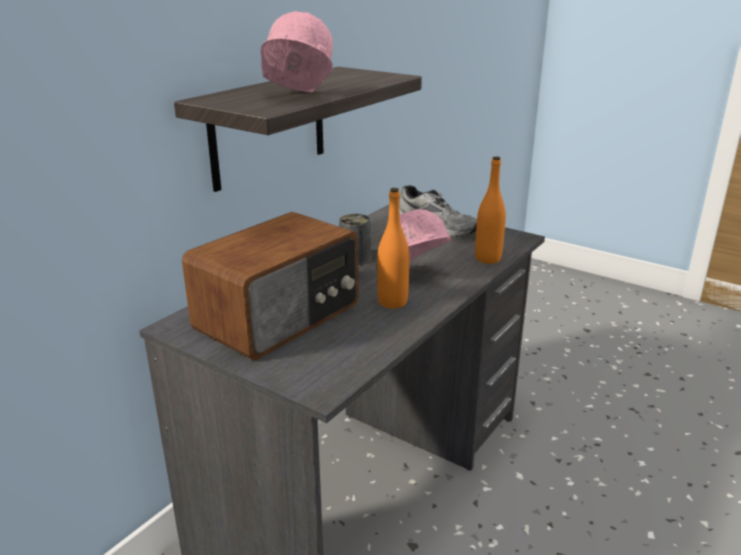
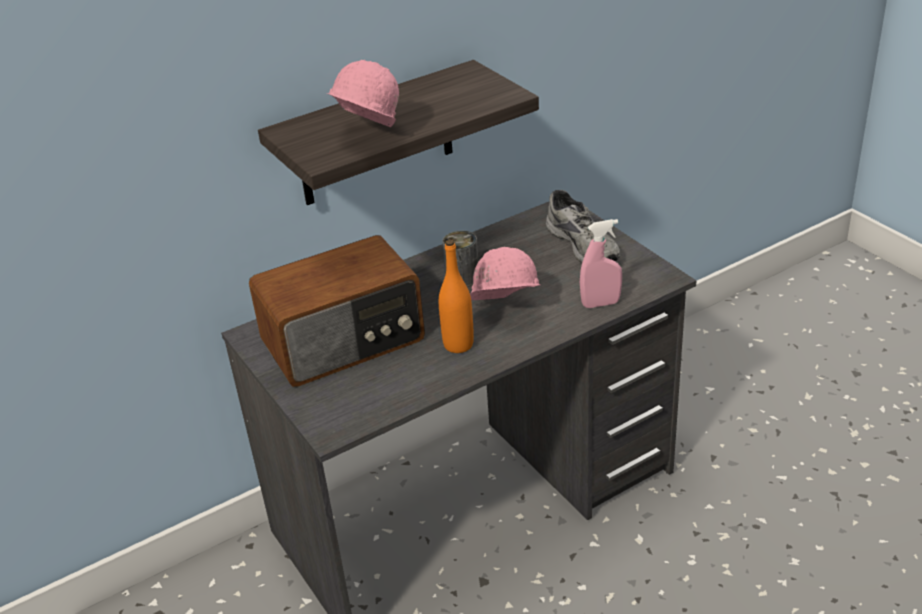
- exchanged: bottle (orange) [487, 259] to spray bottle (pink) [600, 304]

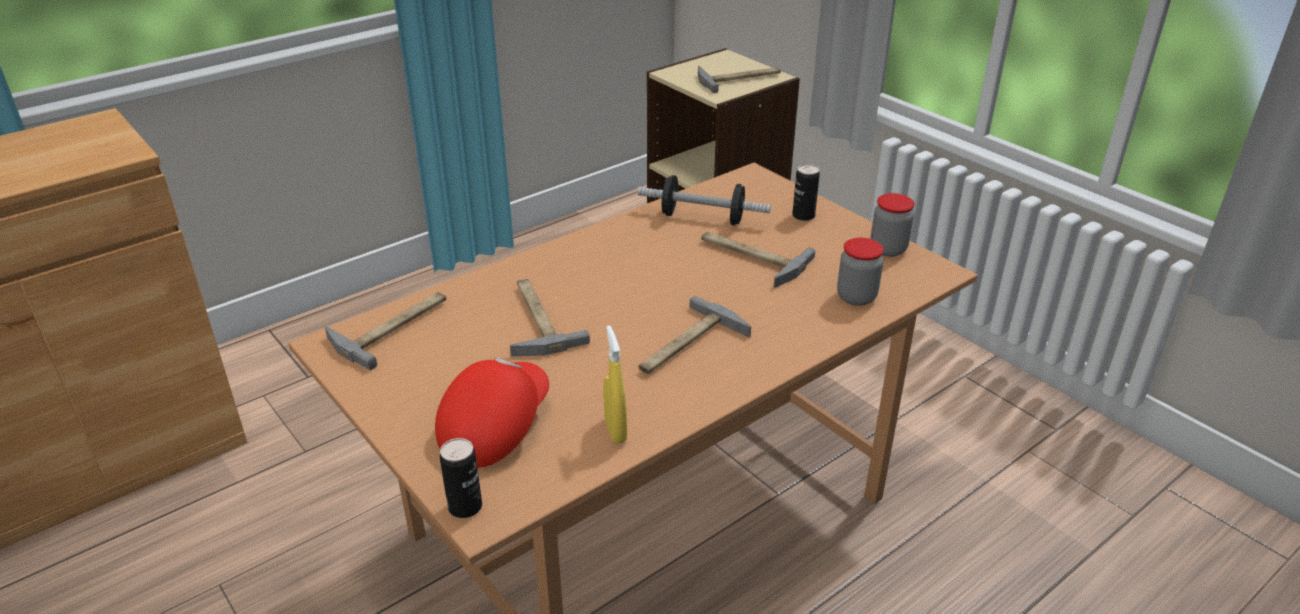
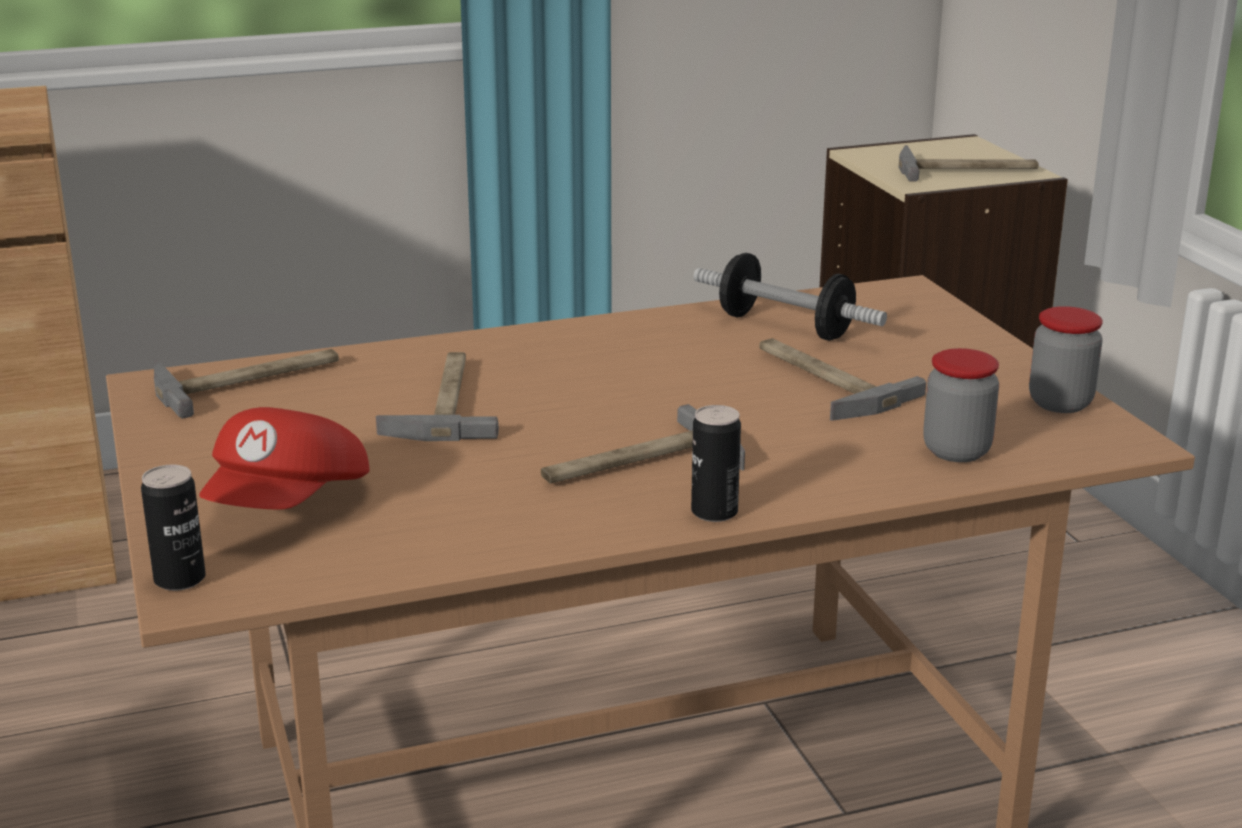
- spun: cap (red) [494, 427] = [289, 505] 150 degrees clockwise
- missing: spray bottle (yellow) [615, 430]
- relocated: can [803, 216] to [714, 512]

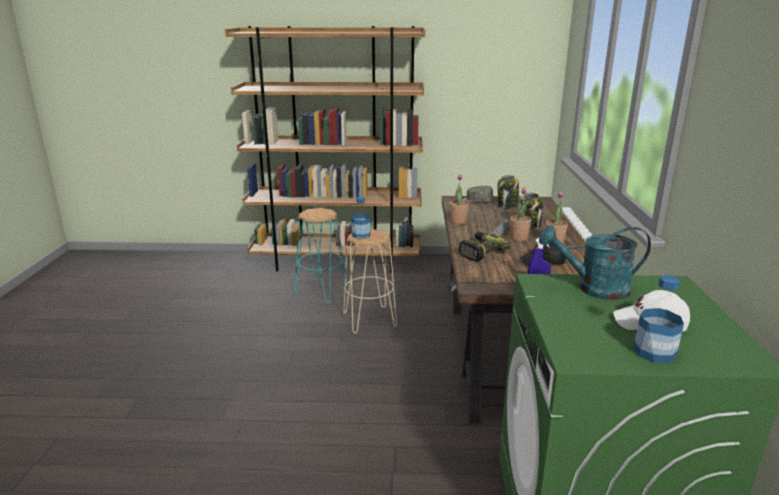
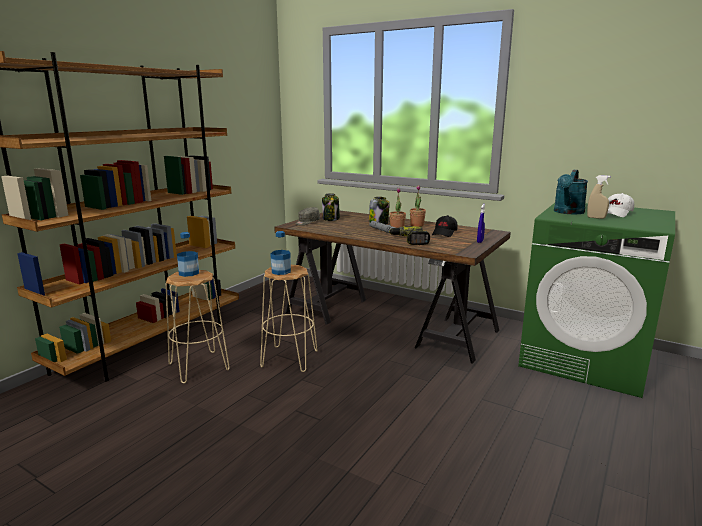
- colour: stool (turquoise) [322, 291] to stool (beige) [199, 366]
- missing: potted plant [458, 221]
- relocated: bottle [654, 352] to [189, 273]
- appeared: spray bottle (beige) [596, 218]

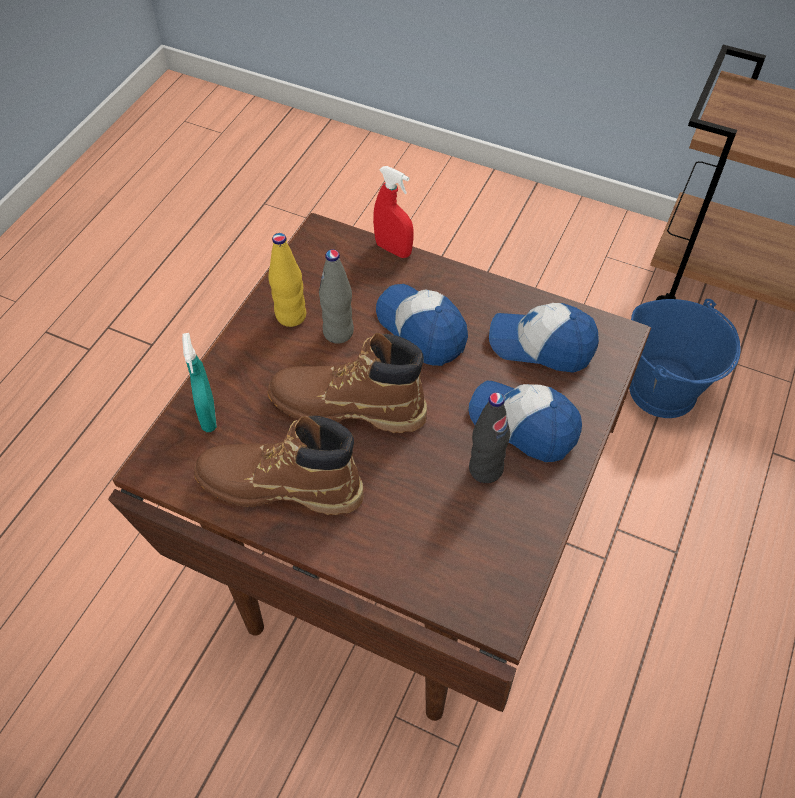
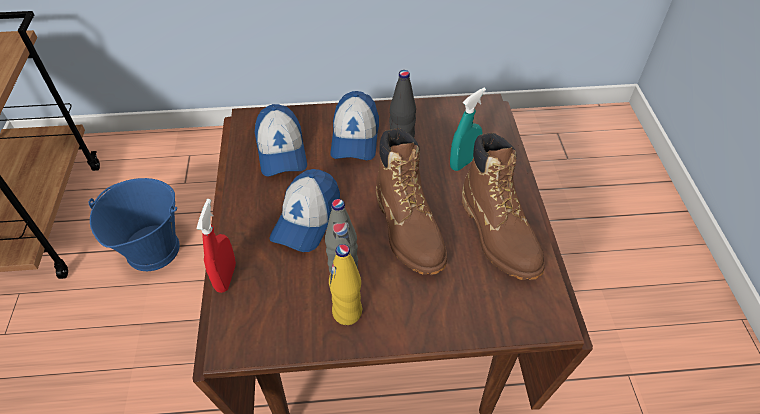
- relocated: spray bottle (turquoise) [208, 415] to [463, 162]

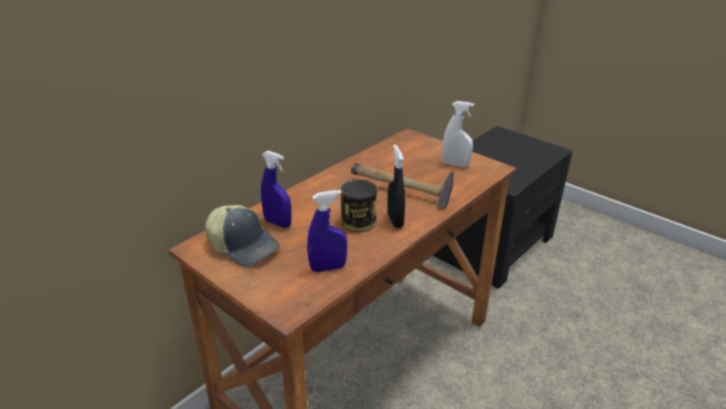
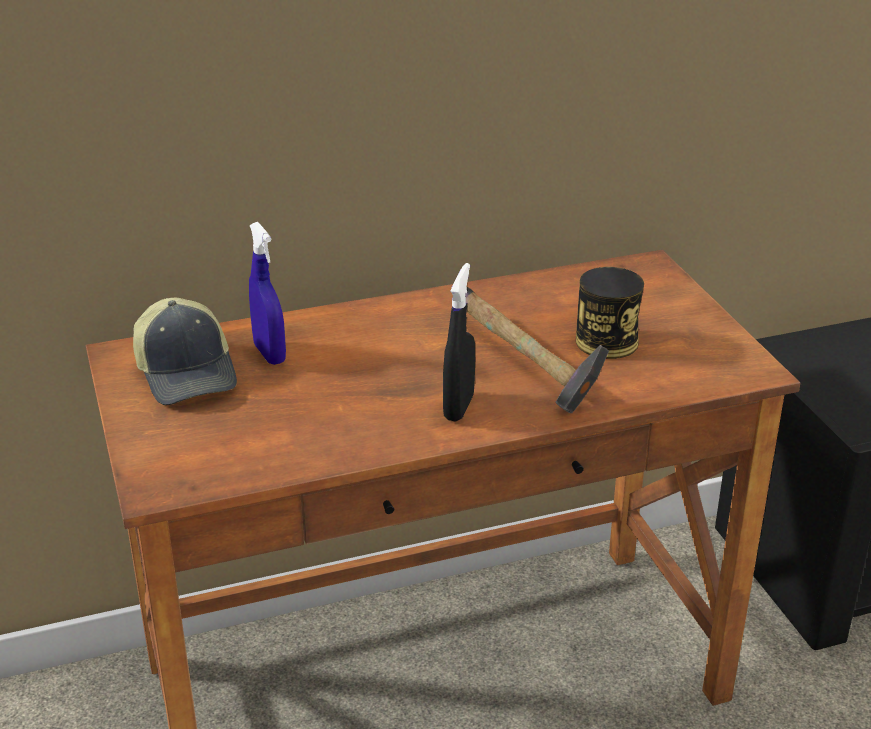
- missing: spray bottle (blue) [328, 268]
- relocated: can [358, 221] to [606, 342]
- missing: spray bottle (white) [455, 164]

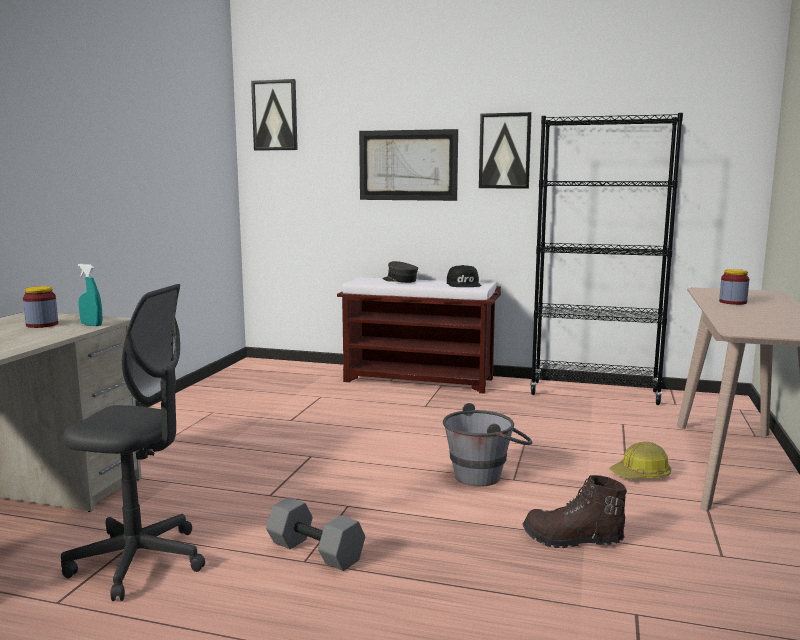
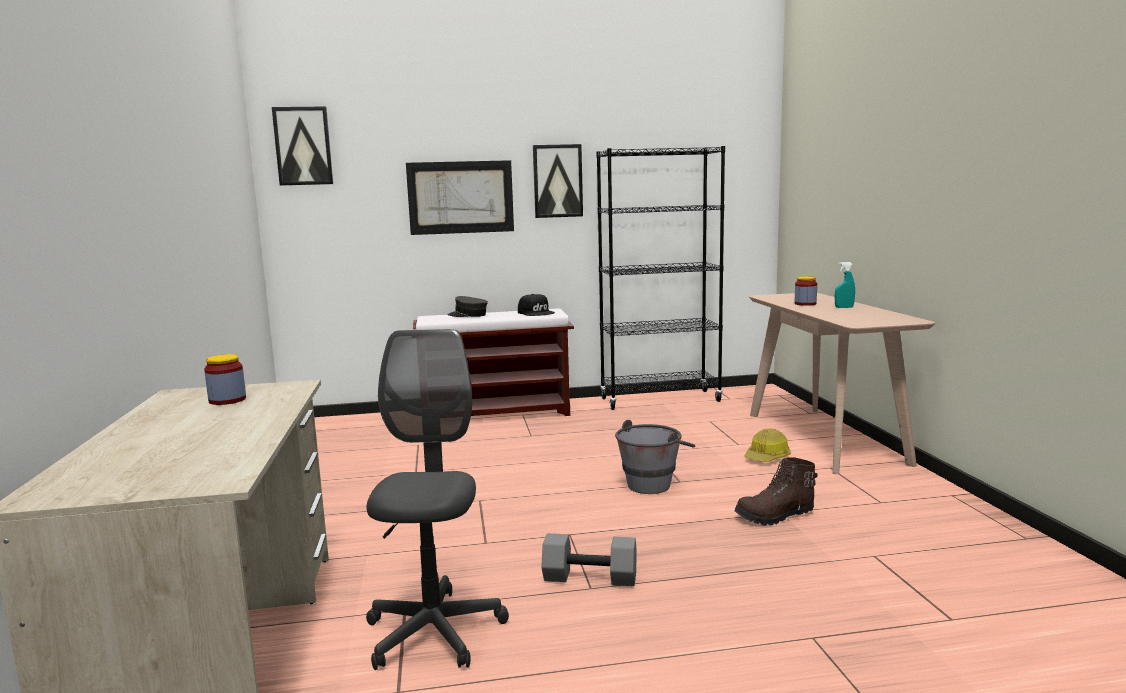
- spun: office chair (grey) [139, 562] = [434, 632] 75 degrees counterclockwise
- relocated: spray bottle (turquoise) [91, 325] to [844, 307]

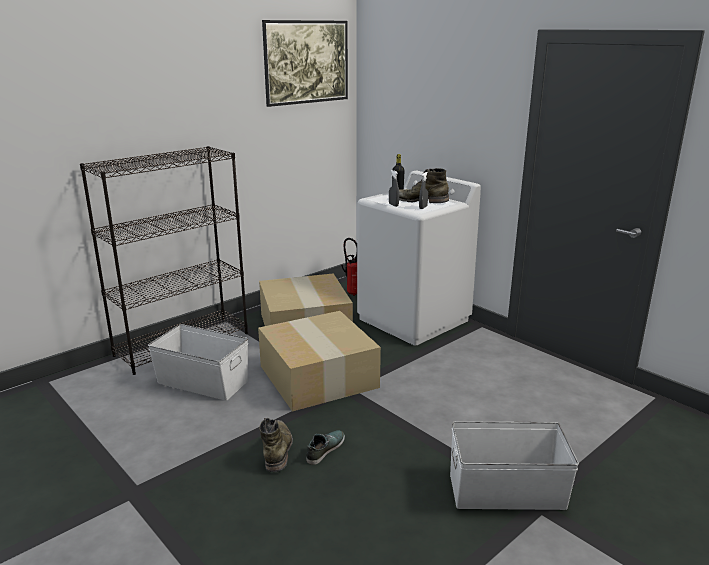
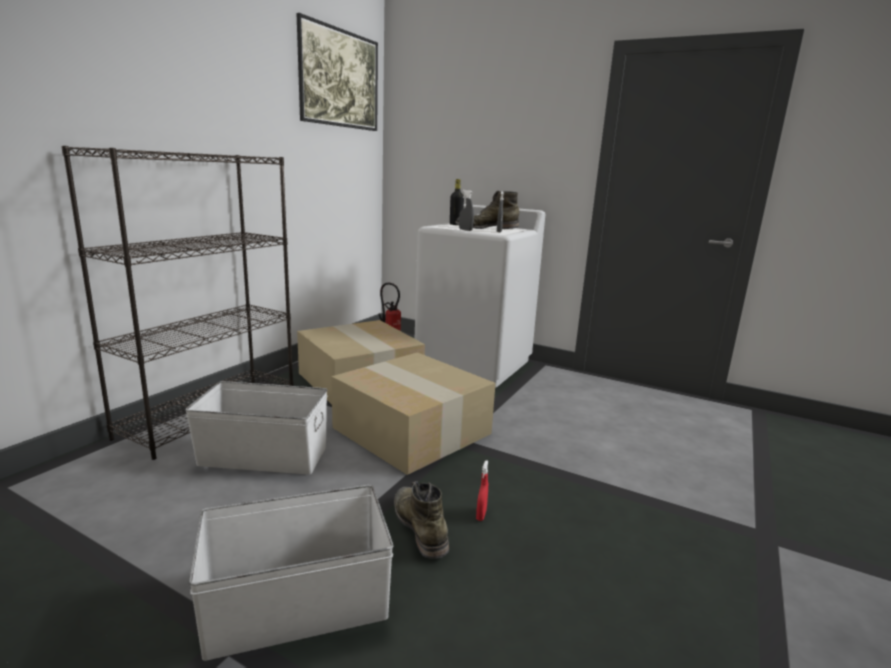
- exchanged: shoe [325, 449] to spray bottle (red) [481, 515]
- relocated: storage box (white) [505, 490] to [296, 606]

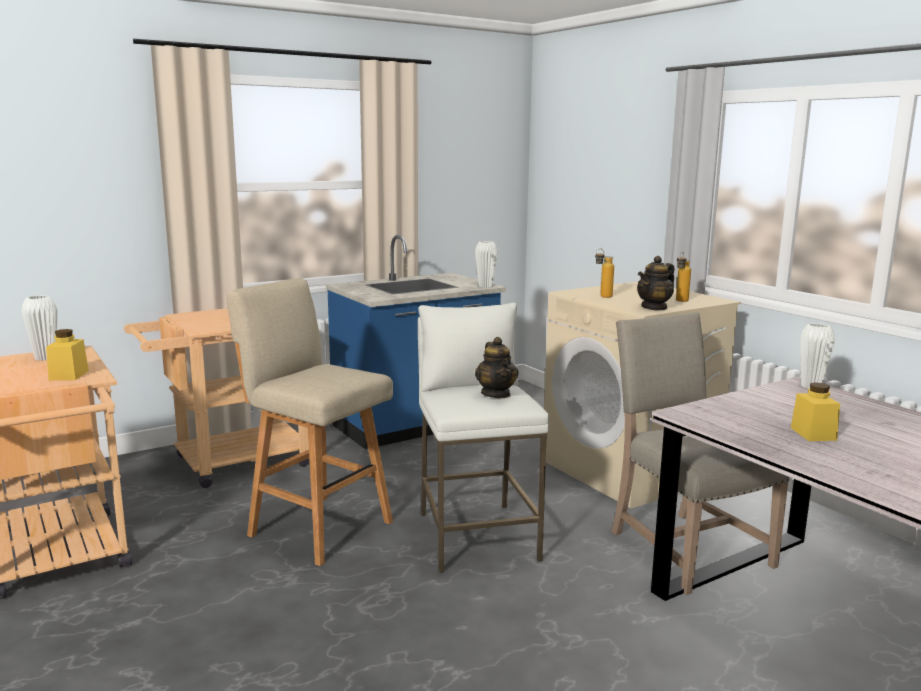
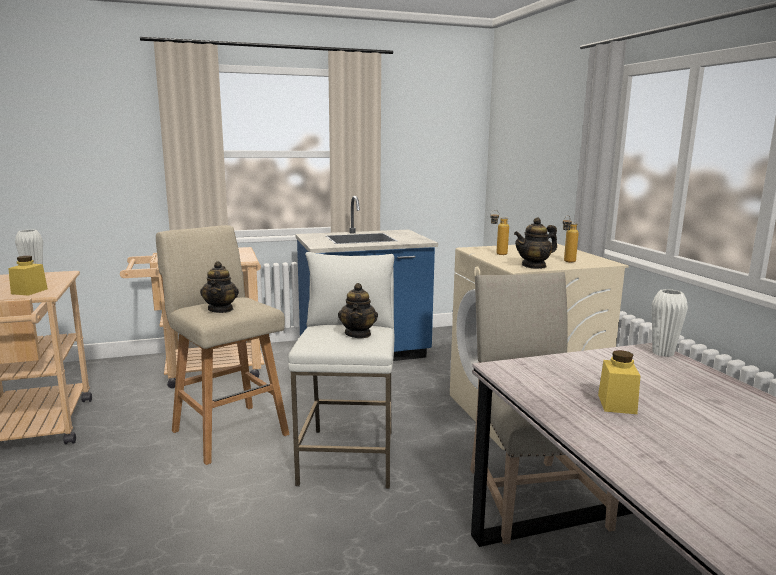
- missing: vase (white) [485, 286]
- appeared: teapot [221, 309]

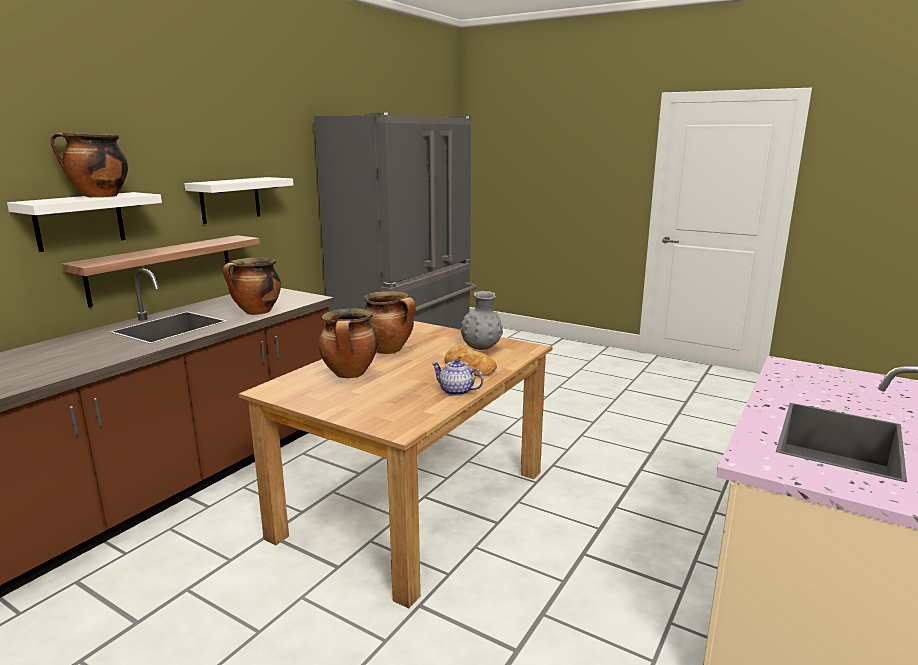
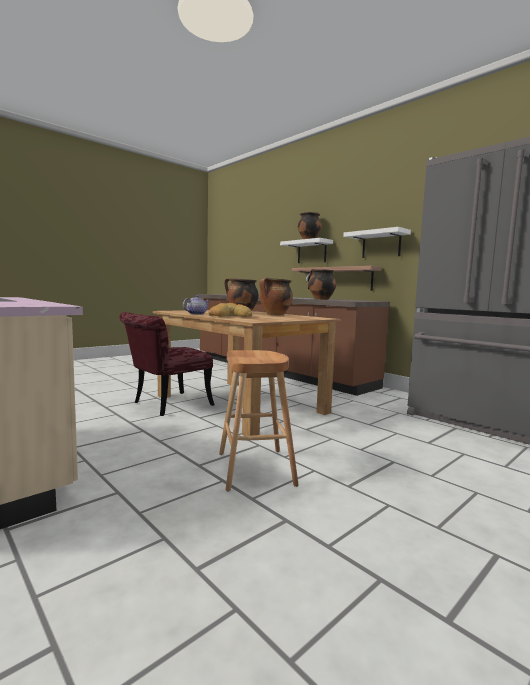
- missing: vase (grey) [481, 348]
- appeared: chair (red) [165, 405]
- appeared: stool (brown) [255, 468]

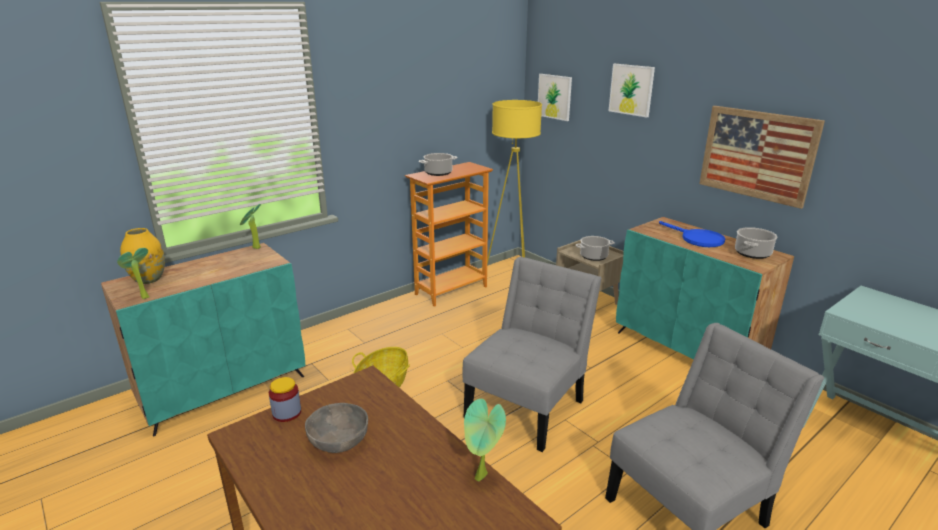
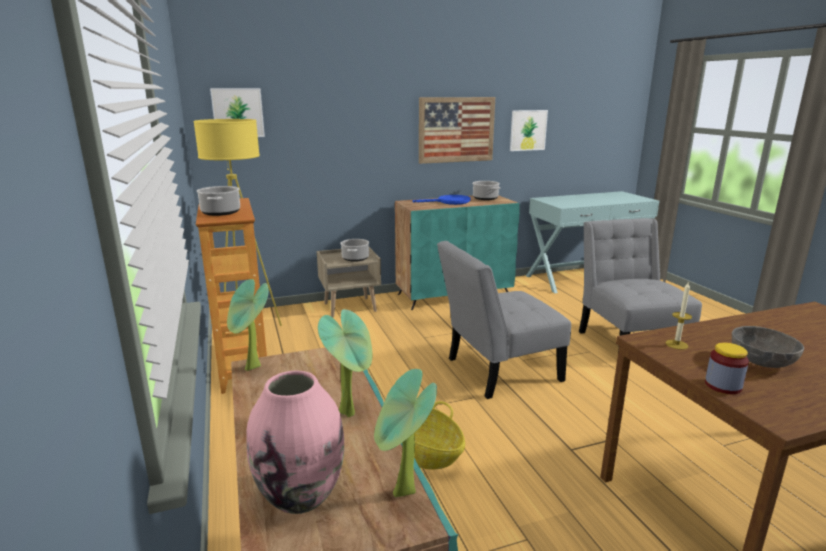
- colour: vase (yellow) [149, 279] to vase (pink) [301, 494]
- spun: chair (grey) [528, 405] = [497, 371] 75 degrees counterclockwise
- relocated: potted plant [482, 478] to [351, 412]
- relocated: picture [631, 90] to [528, 130]
- appeared: candle [676, 344]

